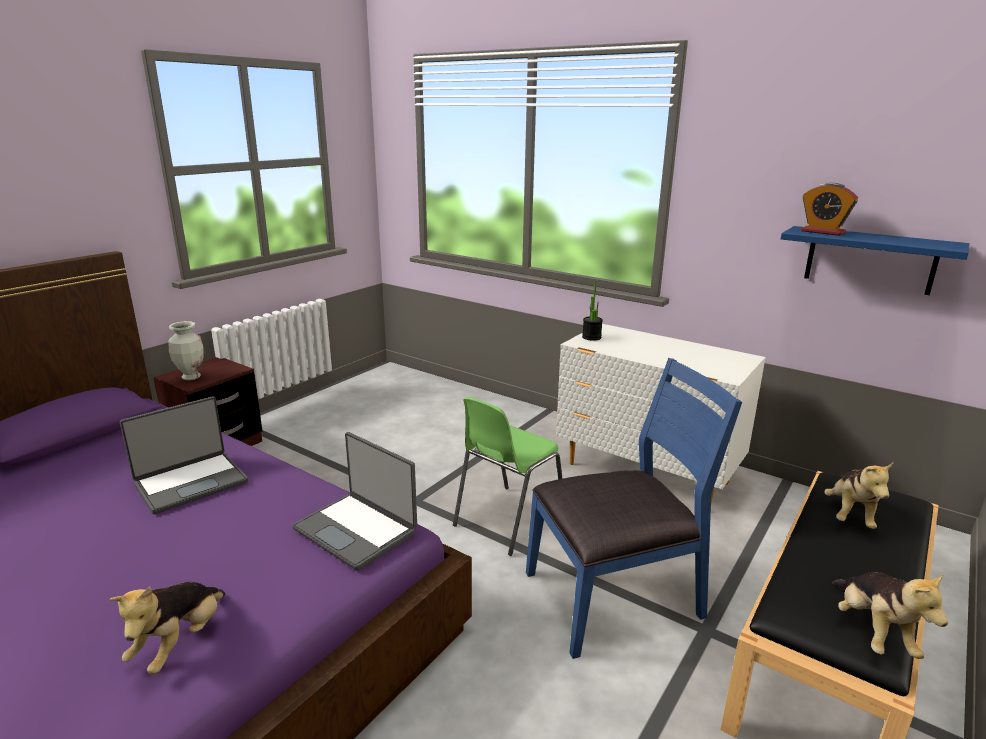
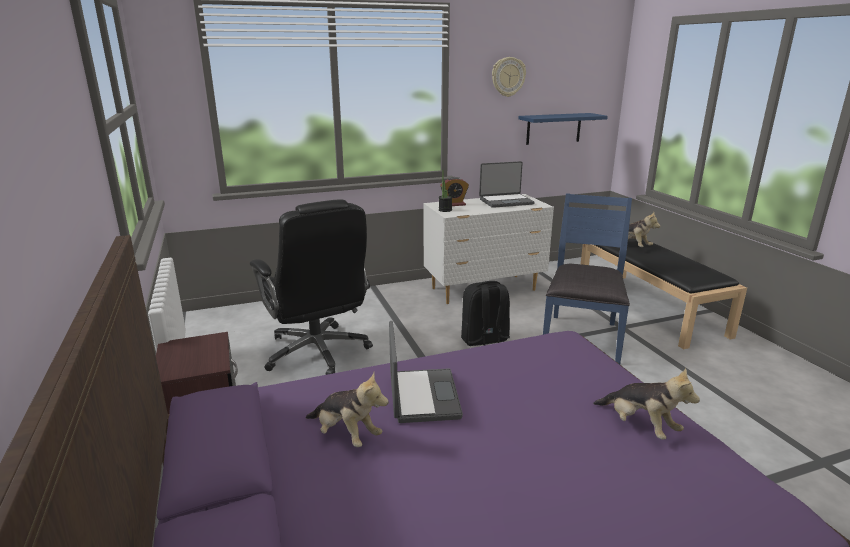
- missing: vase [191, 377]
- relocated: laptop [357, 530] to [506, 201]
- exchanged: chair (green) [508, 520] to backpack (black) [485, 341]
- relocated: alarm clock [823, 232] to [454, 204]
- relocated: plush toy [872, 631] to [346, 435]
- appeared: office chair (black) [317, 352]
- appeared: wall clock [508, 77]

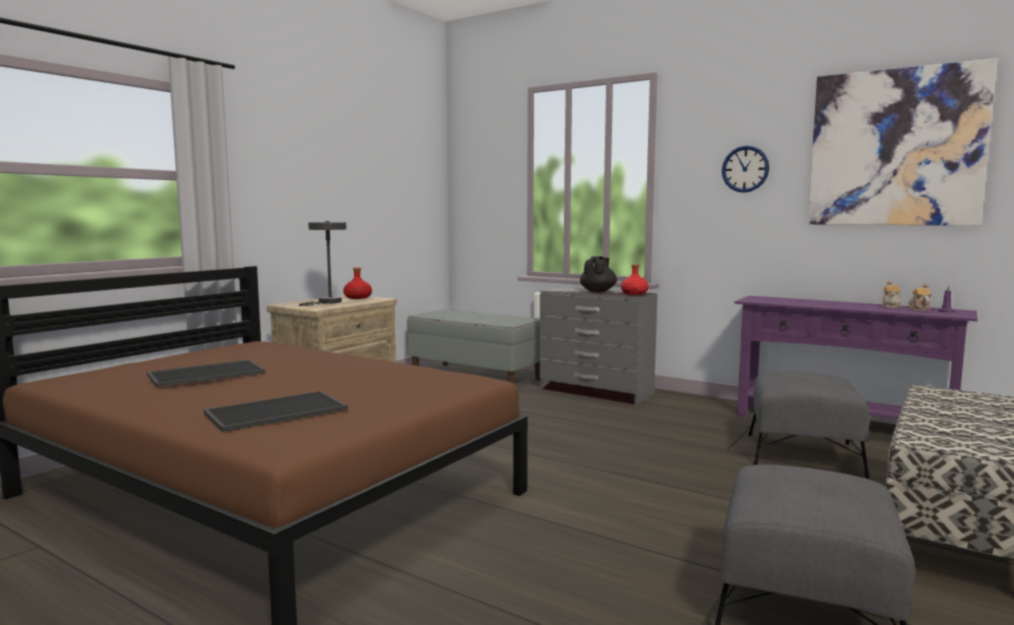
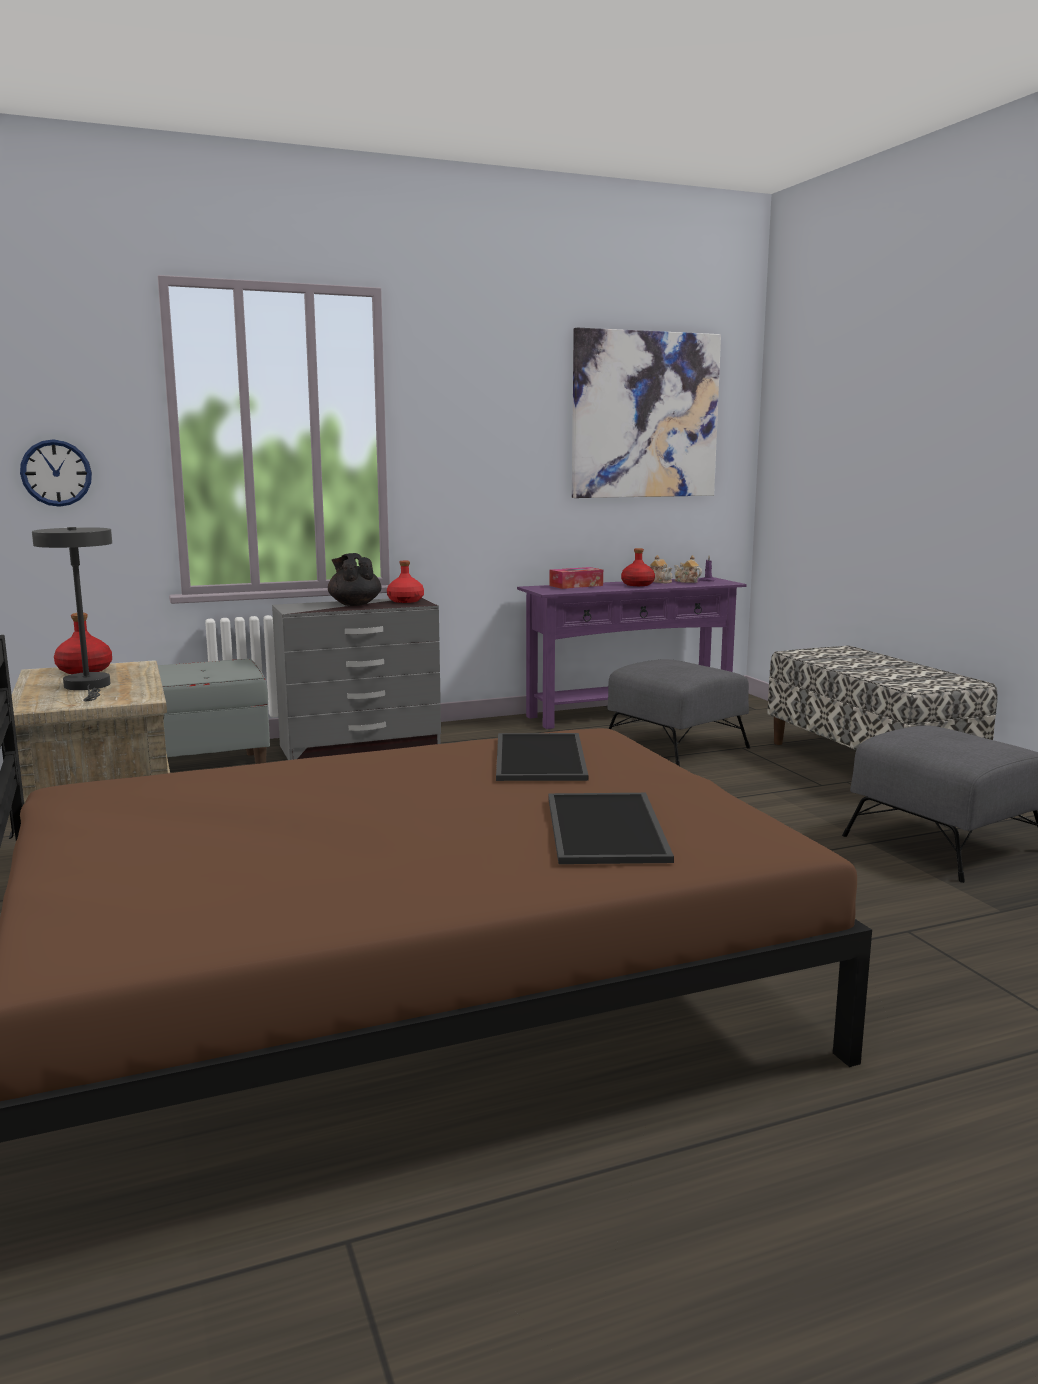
- relocated: tray [207, 373] to [537, 757]
- relocated: wall clock [745, 169] to [56, 473]
- appeared: tissue box [576, 585]
- appeared: bottle (red) [638, 584]

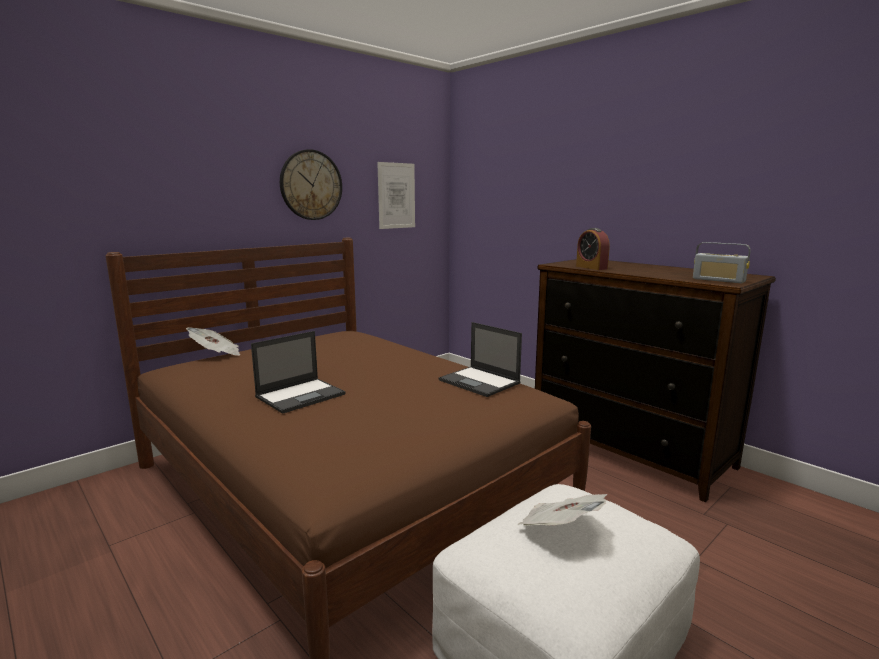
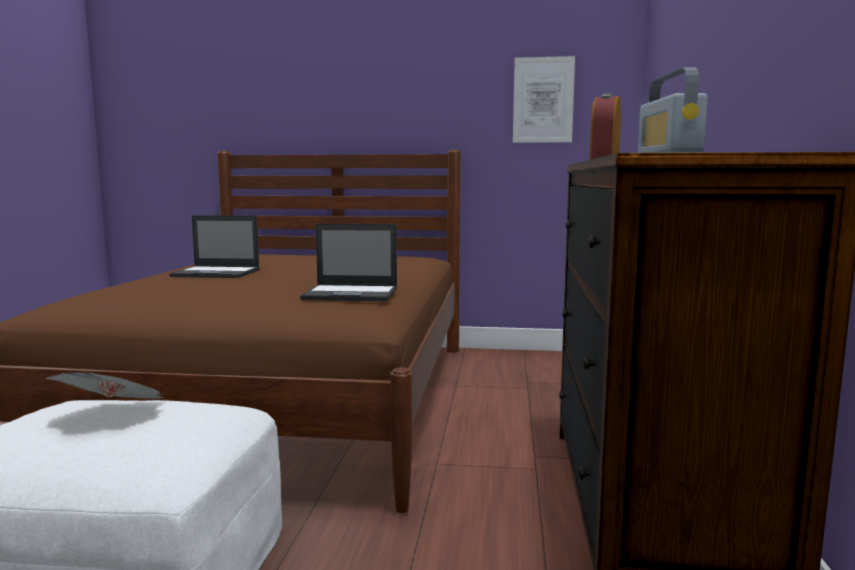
- missing: newspaper [216, 354]
- missing: wall clock [311, 185]
- spun: laptop [480, 382] = [352, 294] 90 degrees counterclockwise

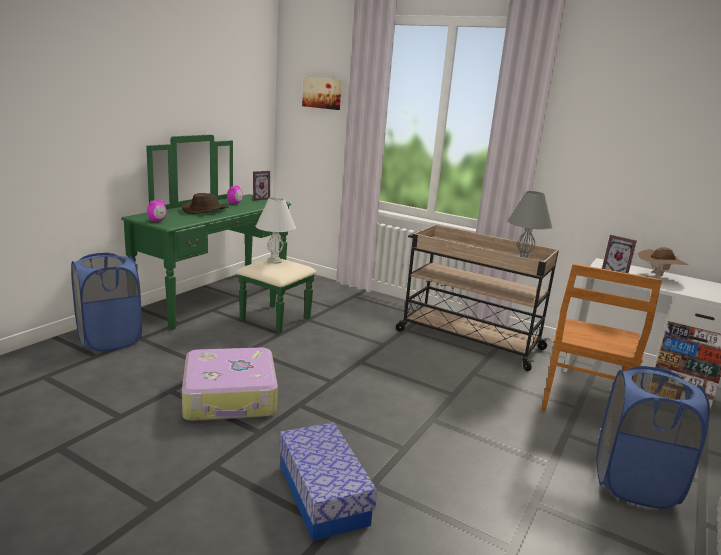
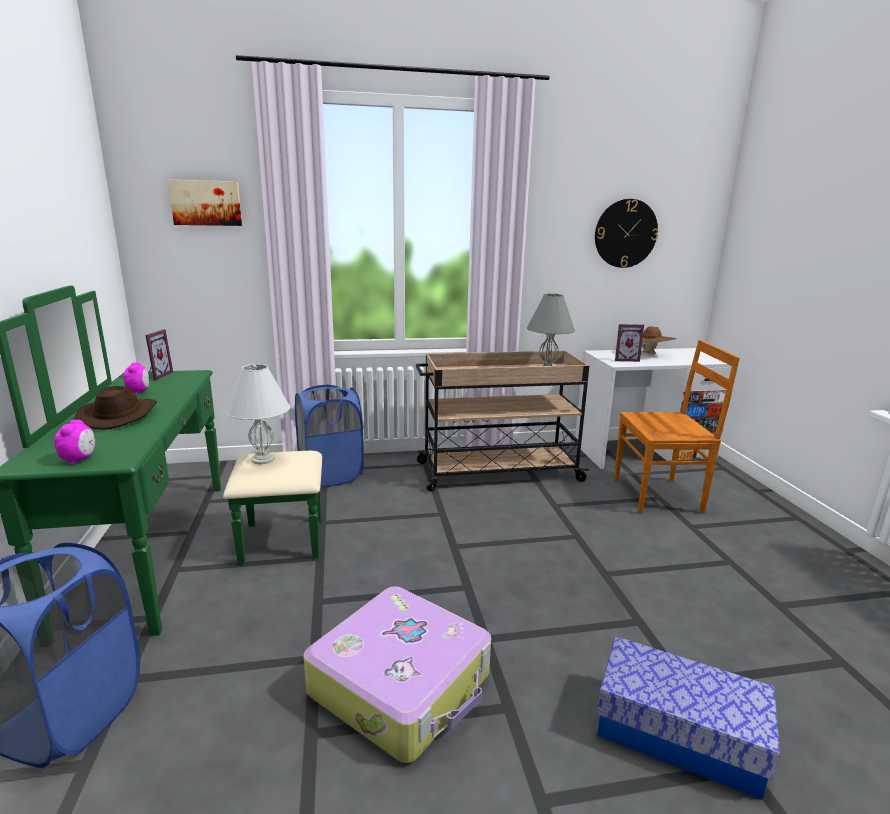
- spun: chair (brown) [581, 407] = [659, 495] 75 degrees counterclockwise
- relocated: laundry basket (blue) [634, 483] to [331, 475]
- appeared: wall clock [625, 233]

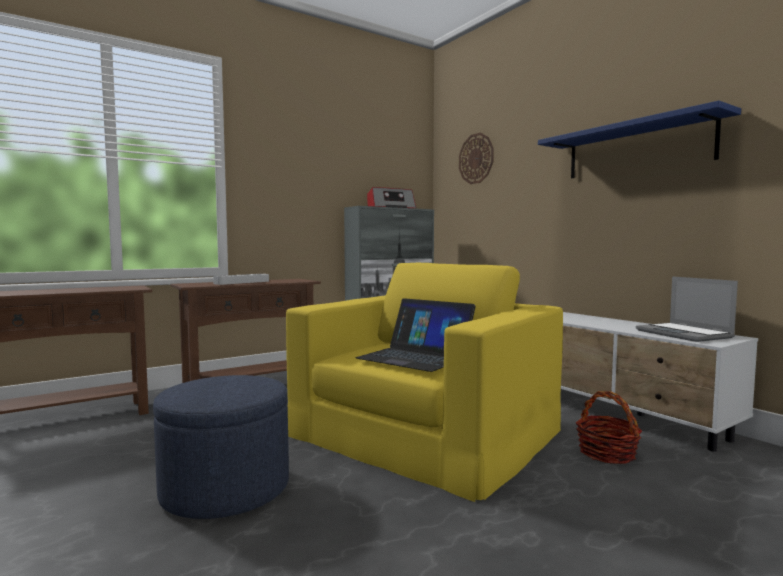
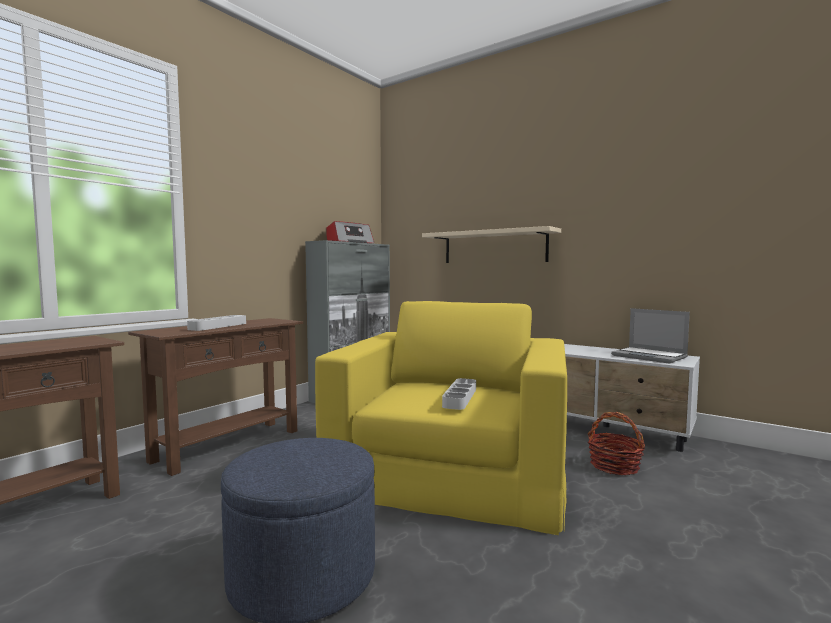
- exchanged: laptop [415, 357] to tray (grey) [460, 397]
- missing: wall clock [476, 158]
- missing: shelf (blue) [636, 149]
- appeared: shelf (beige) [494, 247]

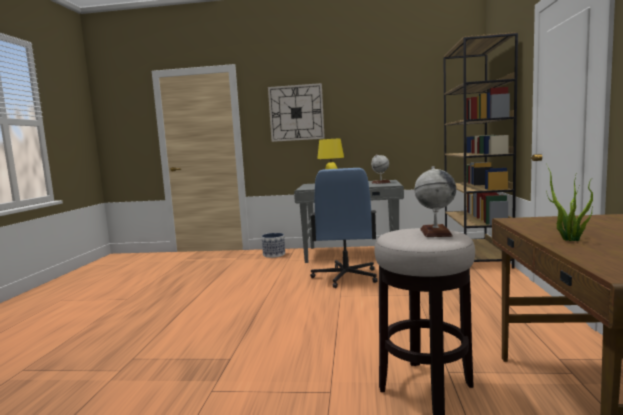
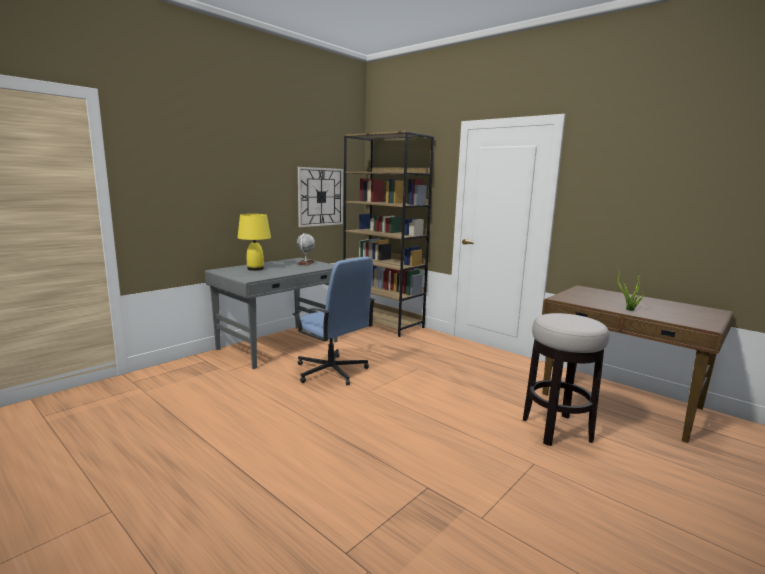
- missing: planter [274, 255]
- relocated: wall clock [296, 113] to [320, 197]
- missing: globe [435, 232]

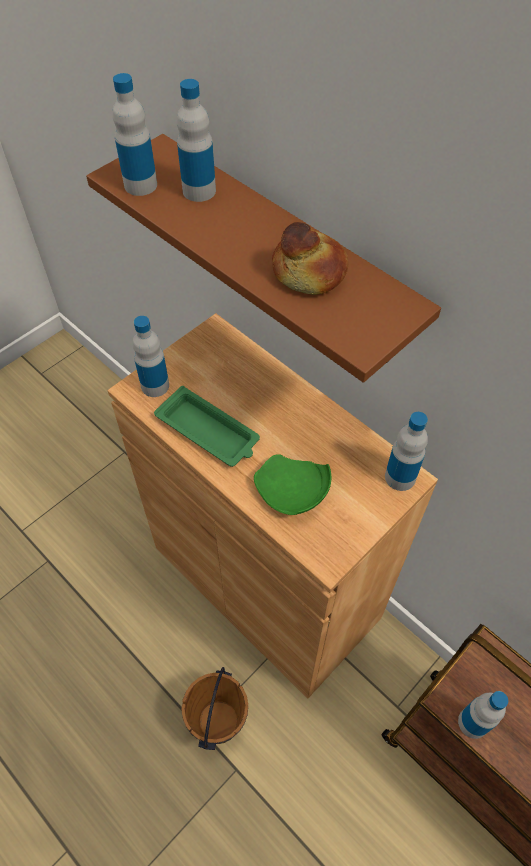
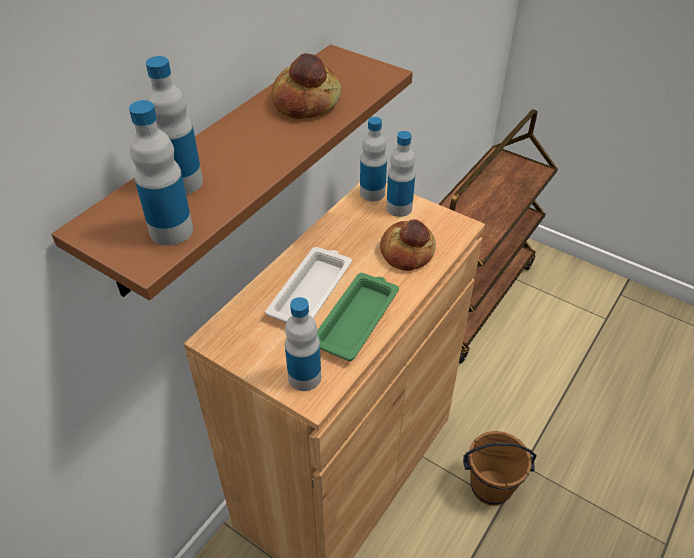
- exchanged: plate (green) [292, 493] to bread [408, 252]
- relocated: bottle [472, 723] to [399, 208]
- appeared: tray (white) [311, 290]

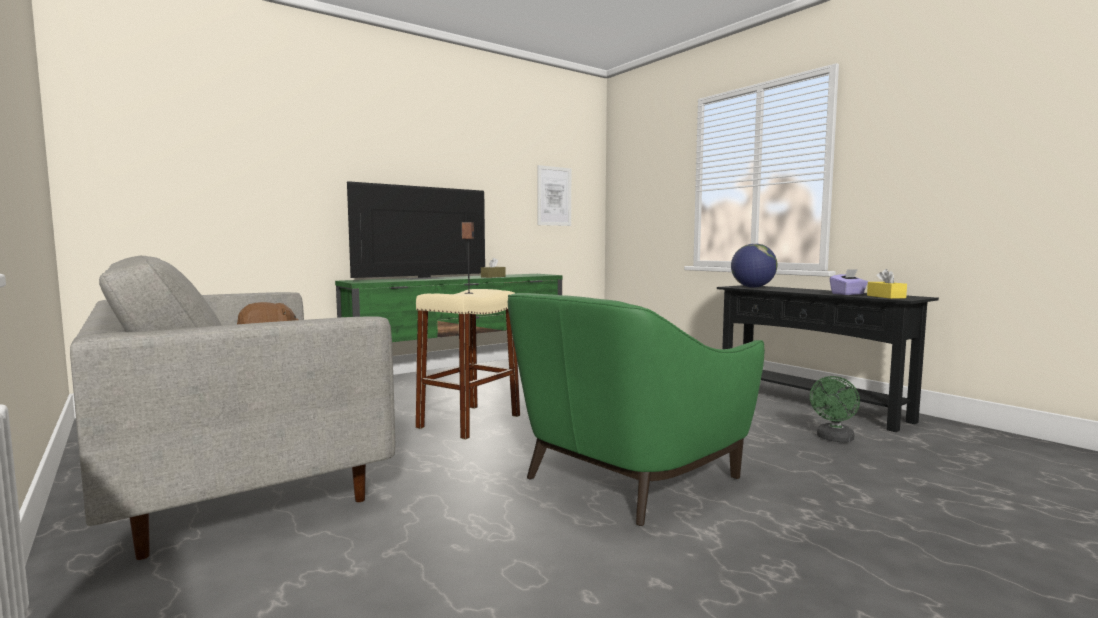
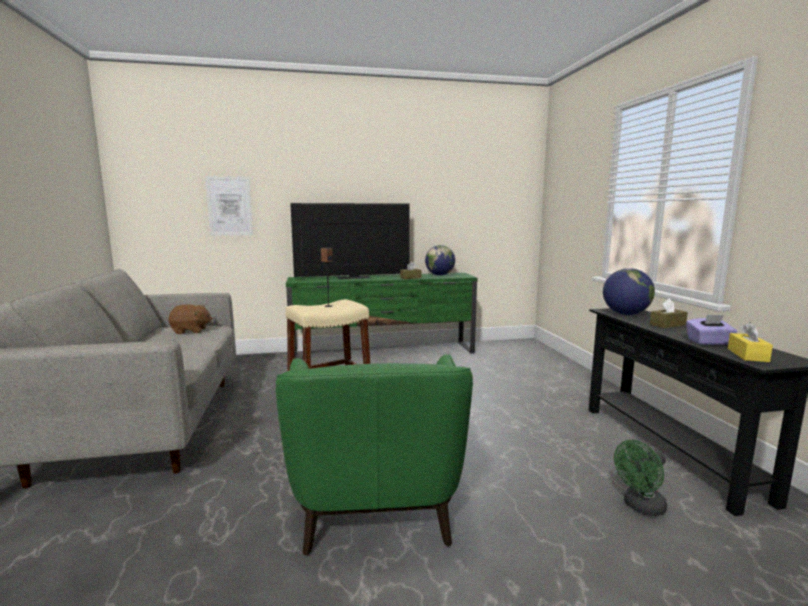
- spun: armchair (green) [627, 477] = [376, 502] 75 degrees counterclockwise
- relocated: picture [554, 196] to [229, 206]
- appeared: globe [440, 275]
- appeared: tissue box (brown) [667, 324]

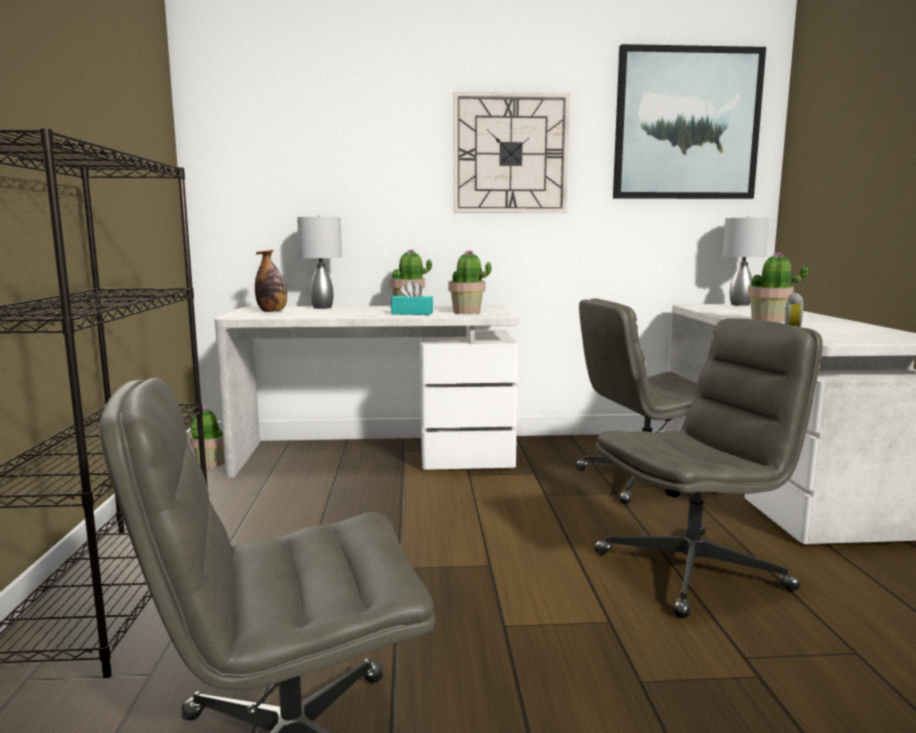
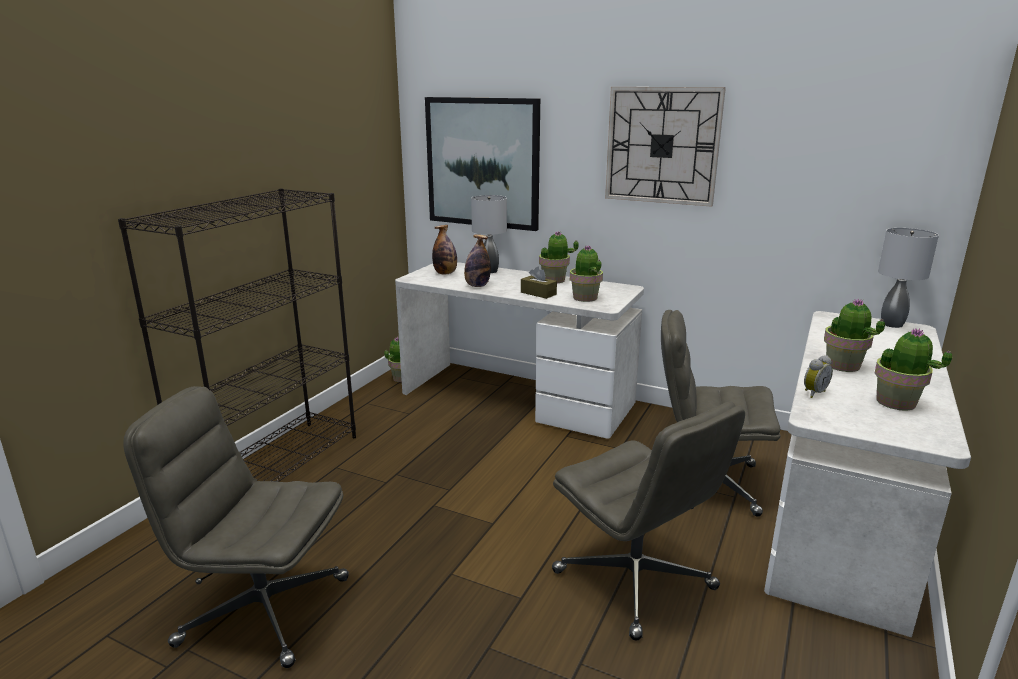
- colour: tissue box (turquoise) [412, 313] to tissue box (brown) [538, 293]
- spun: office chair (grey) [693, 570] = [636, 581] 45 degrees clockwise
- relocated: picture [686, 124] to [482, 163]
- appeared: bottle [477, 286]
- appeared: potted plant [896, 403]

